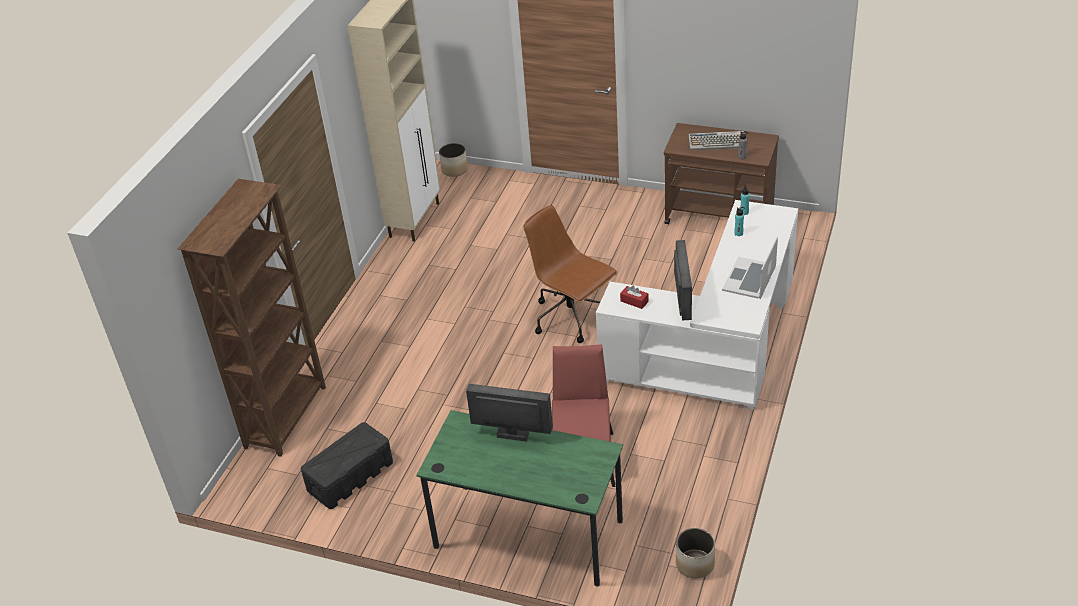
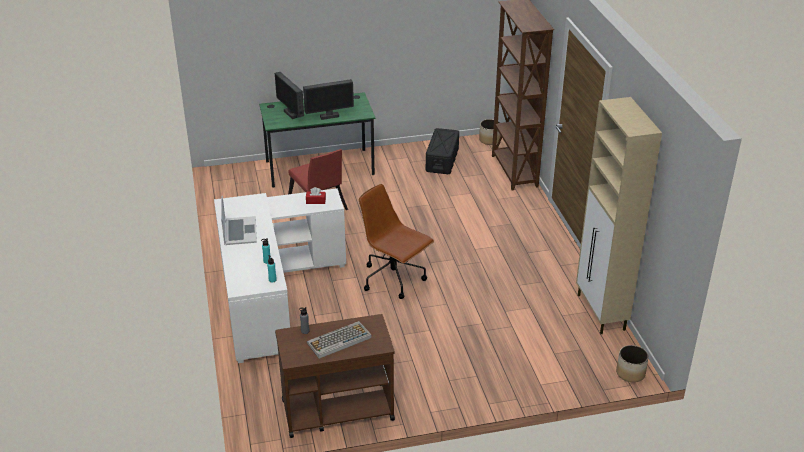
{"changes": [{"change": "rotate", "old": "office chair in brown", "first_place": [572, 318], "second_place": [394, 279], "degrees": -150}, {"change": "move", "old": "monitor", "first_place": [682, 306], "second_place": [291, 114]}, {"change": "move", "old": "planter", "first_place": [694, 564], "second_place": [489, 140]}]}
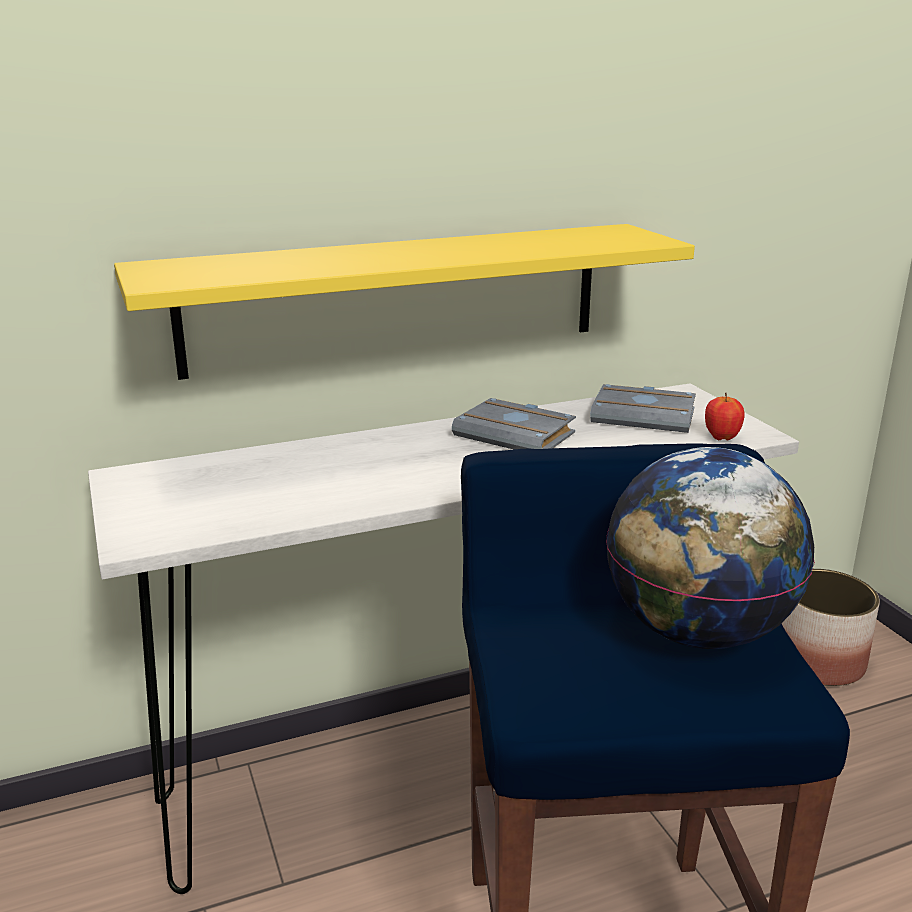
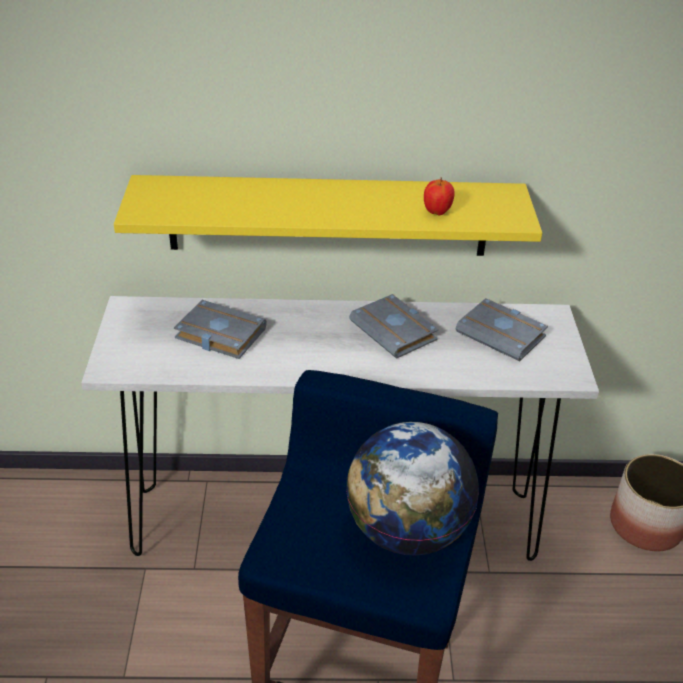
{"changes": [{"change": "move", "old": "apple", "first_place": [721, 438], "second_place": [437, 212]}, {"change": "insert", "new": "book in grey", "second_place": [218, 335]}]}
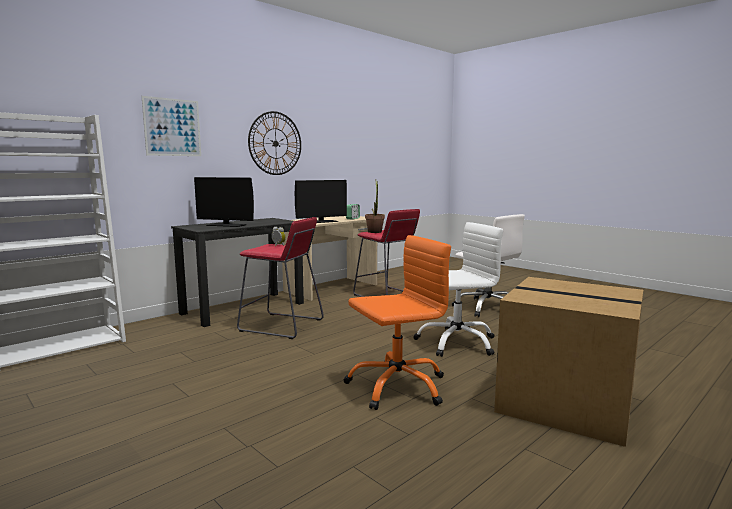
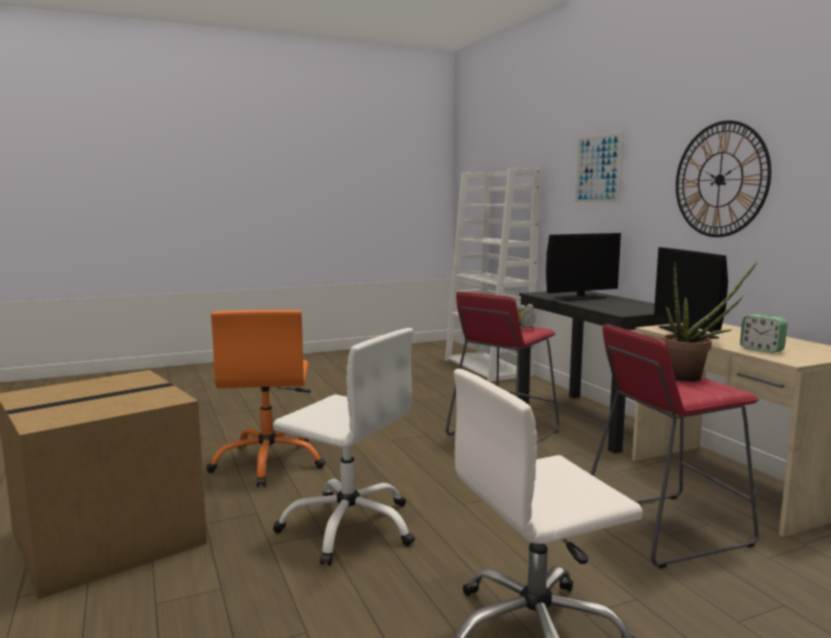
{"changes": [{"change": "rotate", "old": "monitor", "first_place": [226, 225], "second_place": [580, 298], "degrees": -150}, {"change": "rotate", "old": "office chair in white", "first_place": [456, 342], "second_place": [349, 526], "degrees": -60}]}
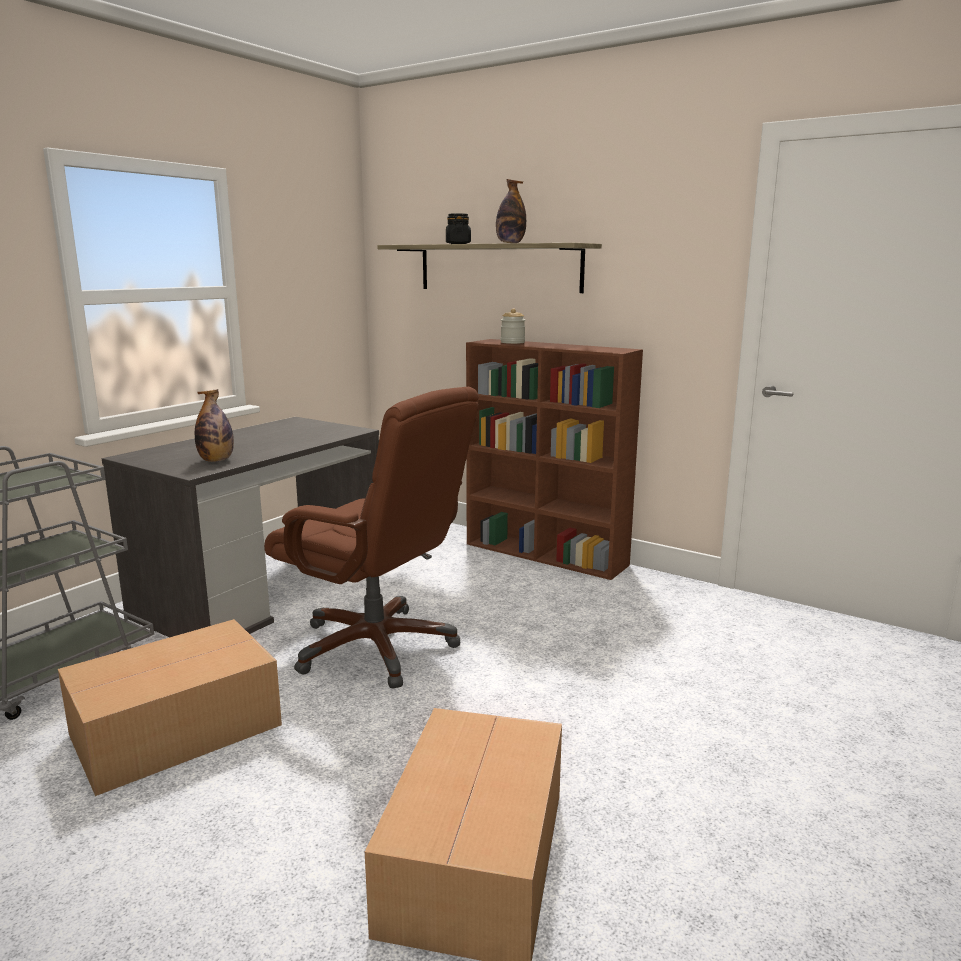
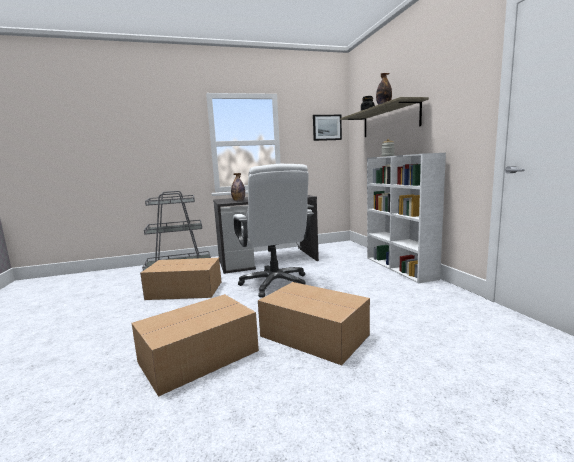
{"changes": [{"change": "recolor", "old": "office chair in brown", "new": "office chair in white", "first_place": [377, 647], "second_place": [275, 284]}, {"change": "recolor", "old": "bookcase in brown", "new": "bookcase in white", "first_place": [547, 554], "second_place": [400, 268]}, {"change": "insert", "new": "cardboard box", "second_place": [313, 334]}, {"change": "insert", "new": "picture", "second_place": [327, 127]}]}
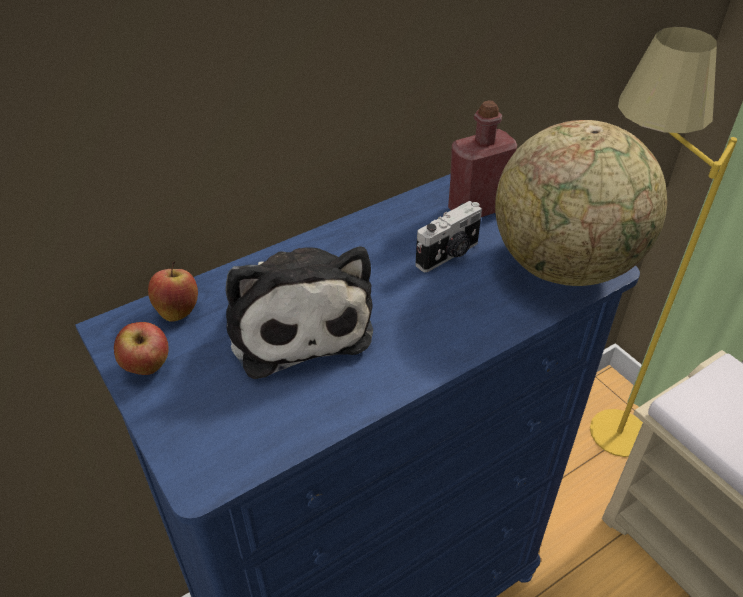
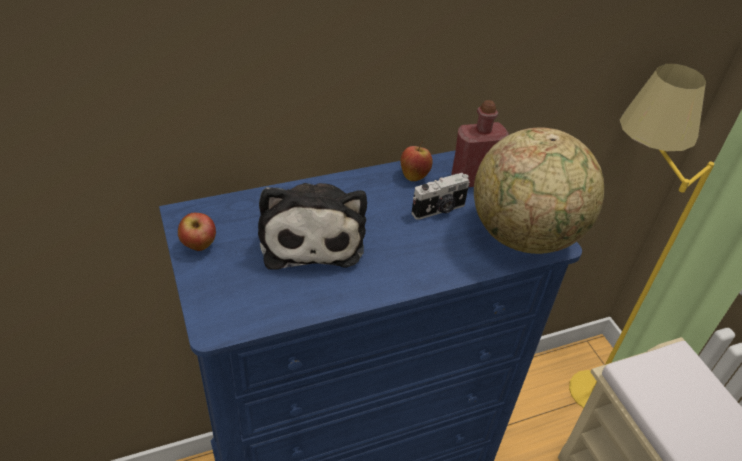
{"changes": [{"change": "move", "old": "apple", "first_place": [178, 310], "second_place": [414, 175]}]}
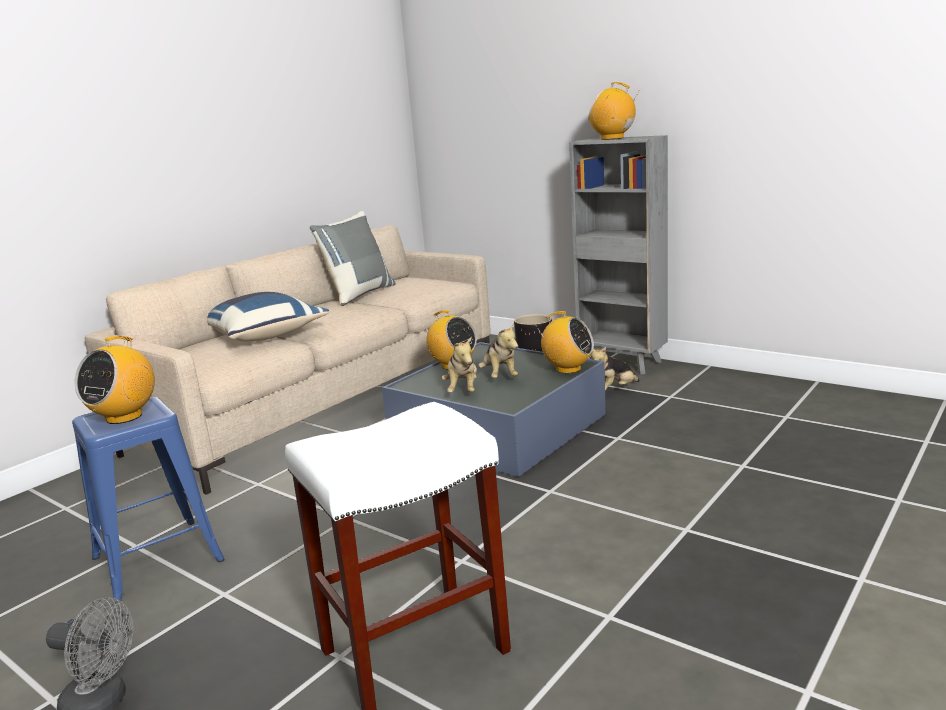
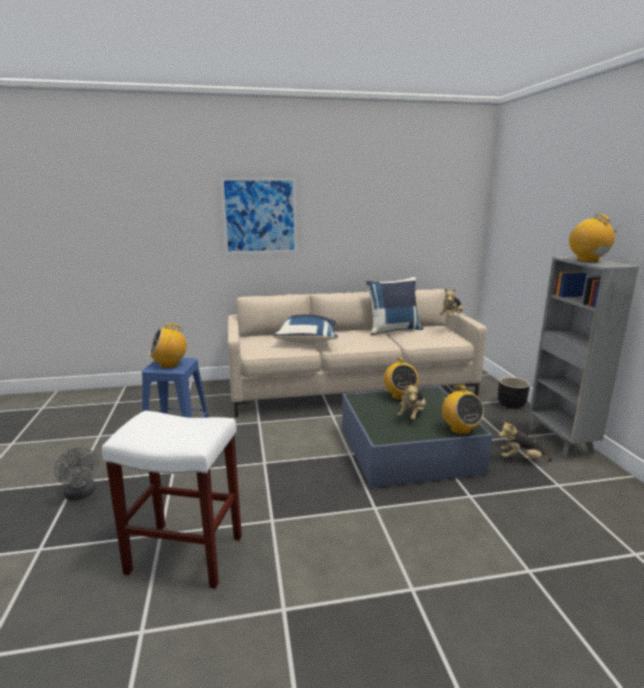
{"changes": [{"change": "recolor", "old": "pillow in grey", "new": "pillow in blue", "first_place": [358, 294], "second_place": [393, 330]}, {"change": "move", "old": "plush toy", "first_place": [463, 390], "second_place": [451, 317]}, {"change": "insert", "new": "picture", "second_place": [260, 216]}]}
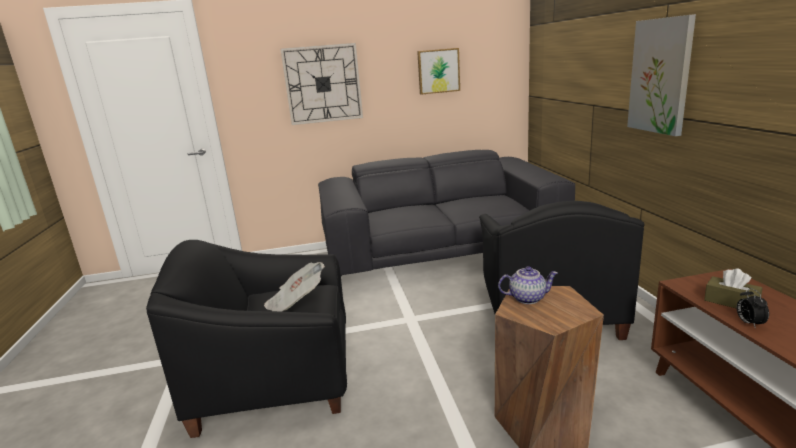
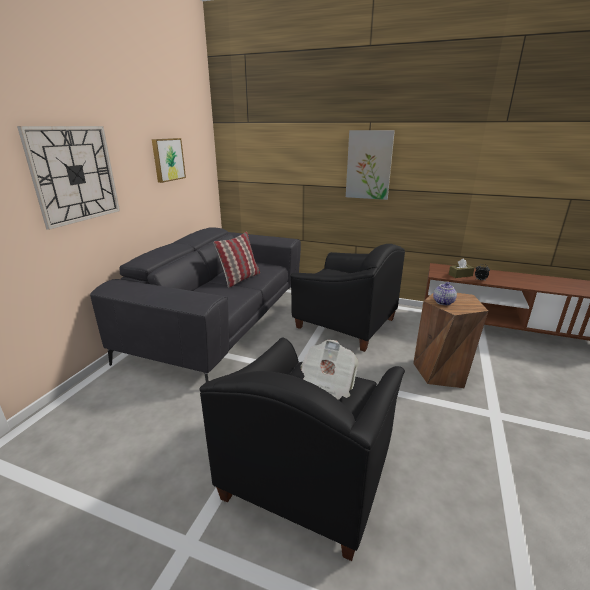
{"changes": [{"change": "insert", "new": "pillow", "second_place": [240, 279]}]}
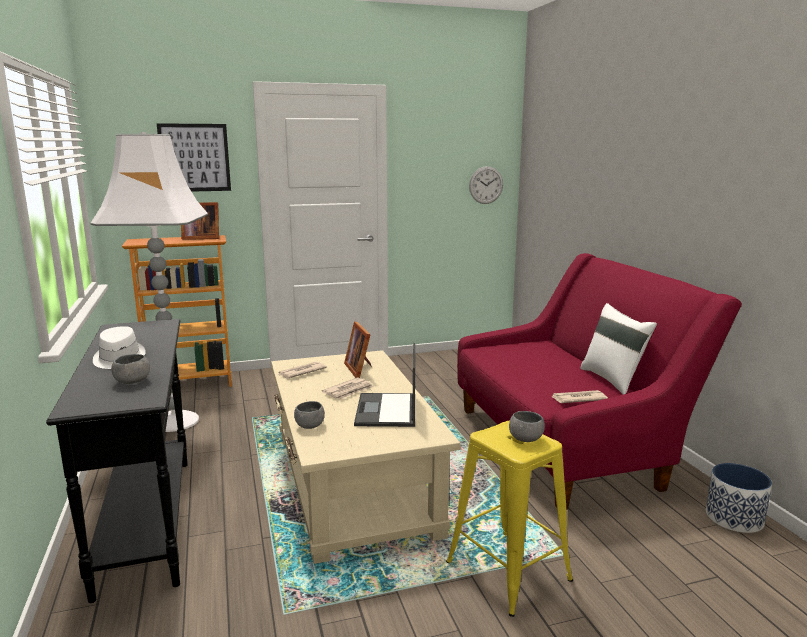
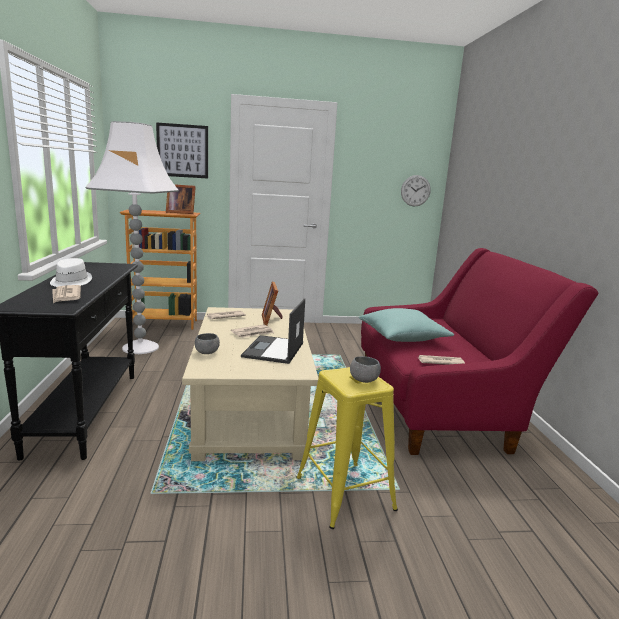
{"changes": [{"change": "replace", "old": "bowl in grey", "new": "newspaper", "first_place": [132, 381], "second_place": [66, 296]}, {"change": "delete", "old": "pillow in white", "first_place": [613, 380]}, {"change": "delete", "old": "planter", "first_place": [734, 518]}, {"change": "insert", "new": "pillow in turquoise", "second_place": [403, 337]}]}
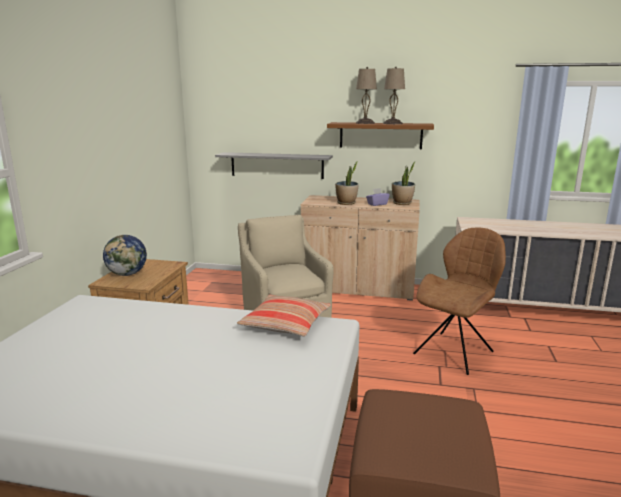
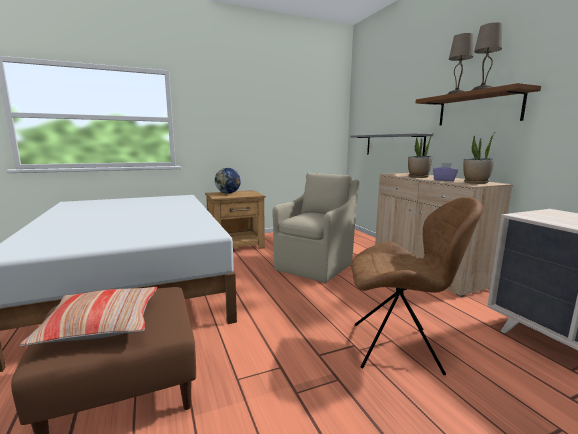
{"changes": [{"change": "move", "old": "pillow", "first_place": [285, 324], "second_place": [101, 325]}]}
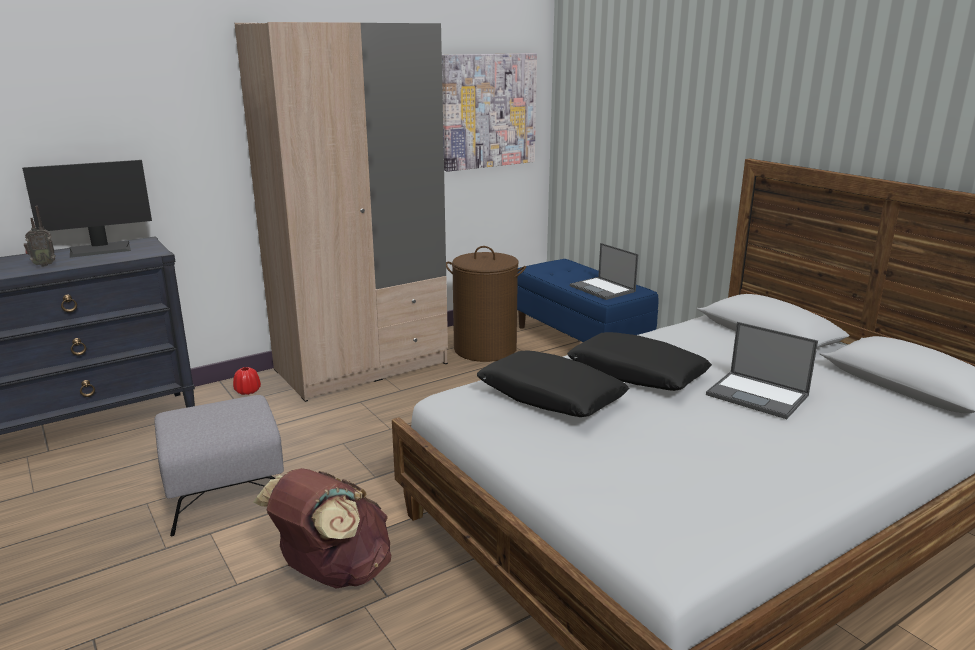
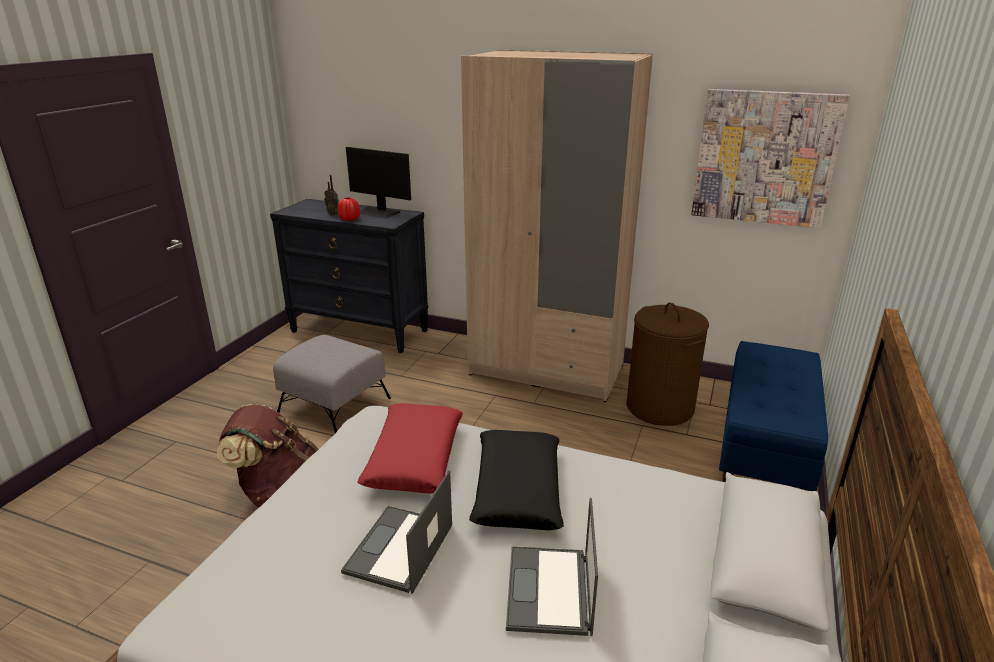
{"changes": [{"change": "move", "old": "vase in red", "first_place": [247, 391], "second_place": [349, 219]}, {"change": "recolor", "old": "pillow in black", "new": "pillow in red", "first_place": [550, 397], "second_place": [414, 458]}, {"change": "move", "old": "laptop", "first_place": [603, 289], "second_place": [399, 549]}]}
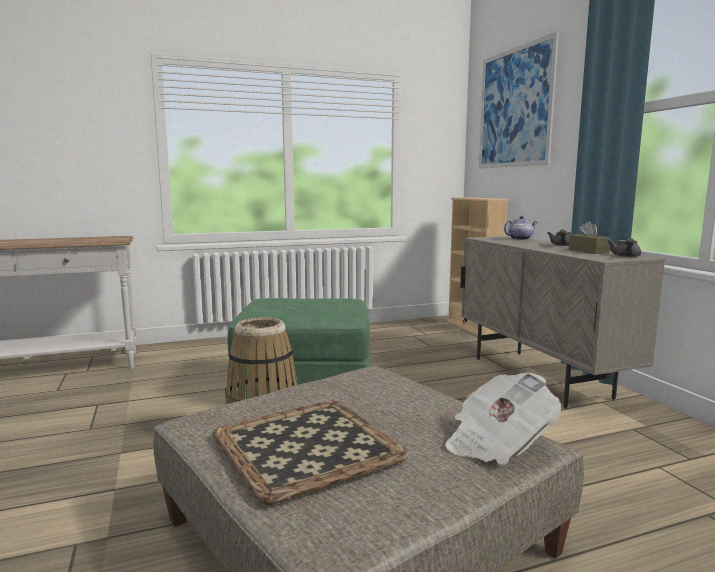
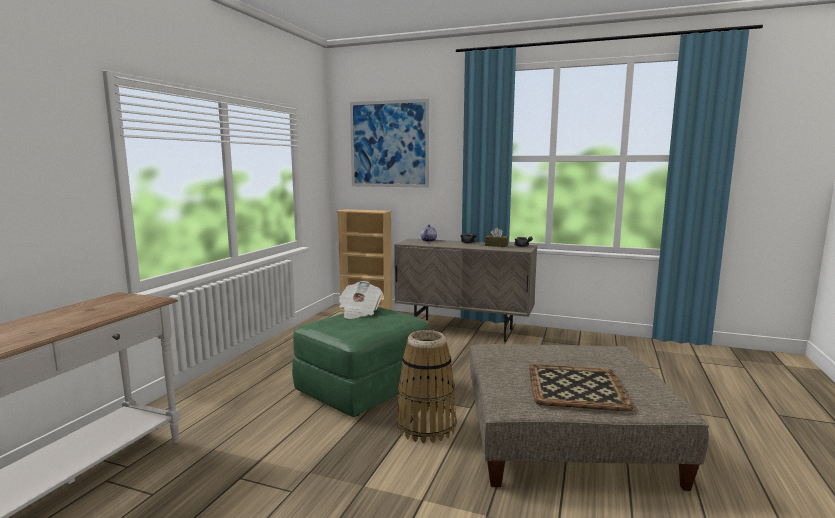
{"changes": [{"change": "move", "old": "newspaper", "first_place": [497, 443], "second_place": [359, 312]}]}
